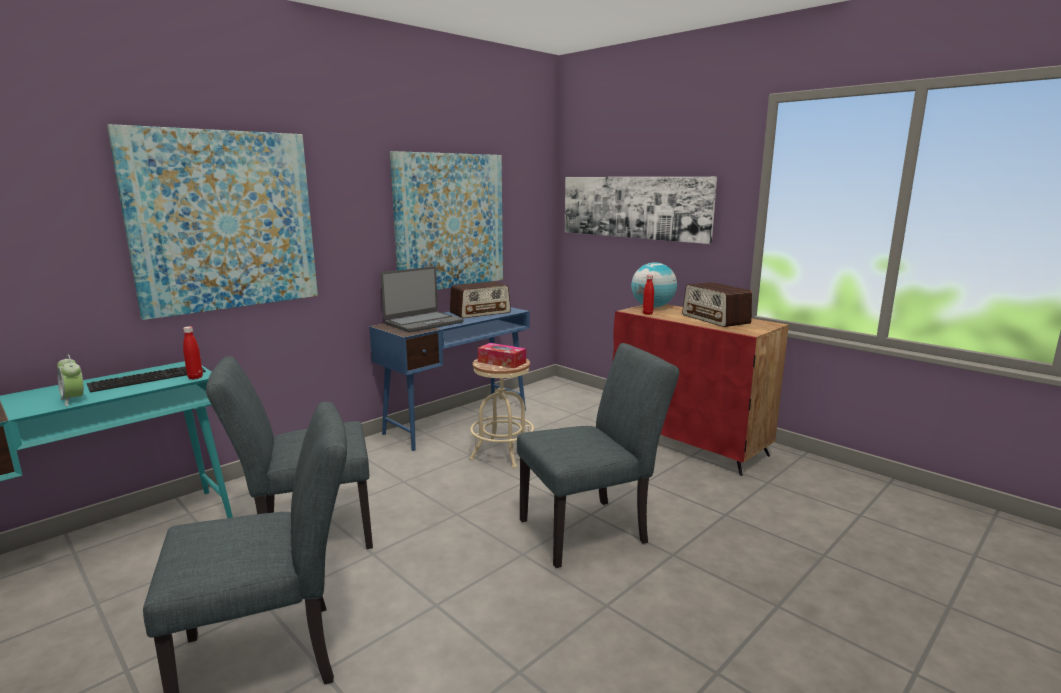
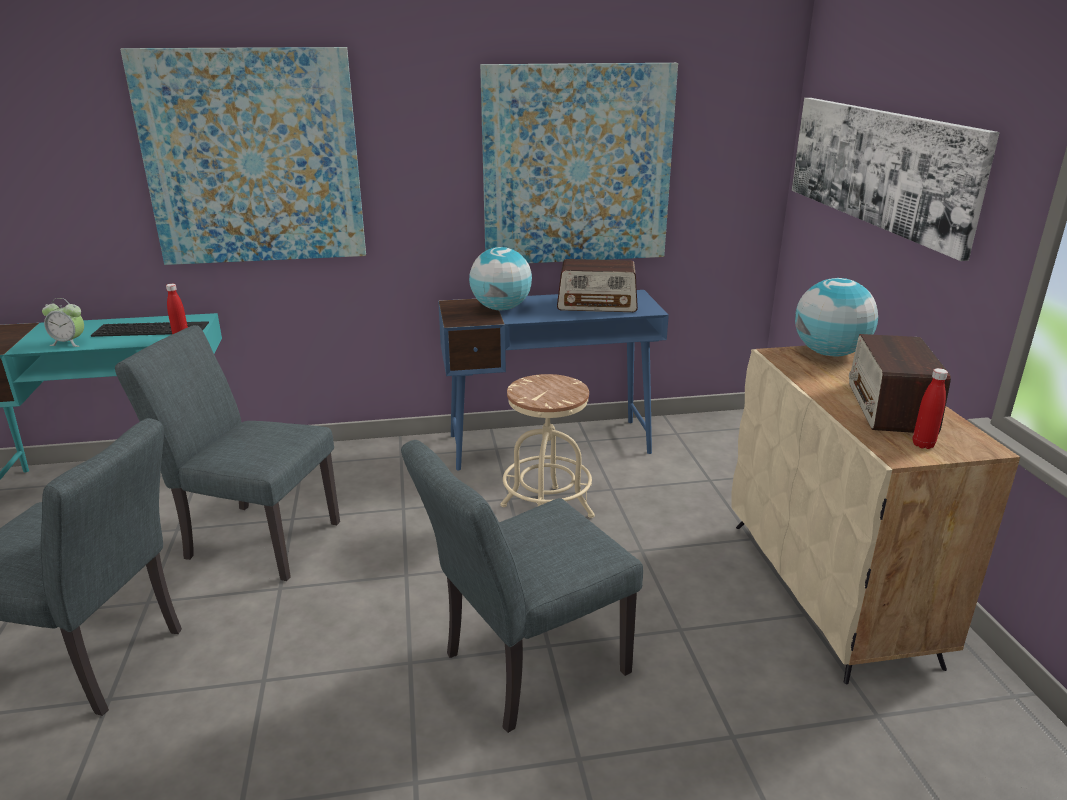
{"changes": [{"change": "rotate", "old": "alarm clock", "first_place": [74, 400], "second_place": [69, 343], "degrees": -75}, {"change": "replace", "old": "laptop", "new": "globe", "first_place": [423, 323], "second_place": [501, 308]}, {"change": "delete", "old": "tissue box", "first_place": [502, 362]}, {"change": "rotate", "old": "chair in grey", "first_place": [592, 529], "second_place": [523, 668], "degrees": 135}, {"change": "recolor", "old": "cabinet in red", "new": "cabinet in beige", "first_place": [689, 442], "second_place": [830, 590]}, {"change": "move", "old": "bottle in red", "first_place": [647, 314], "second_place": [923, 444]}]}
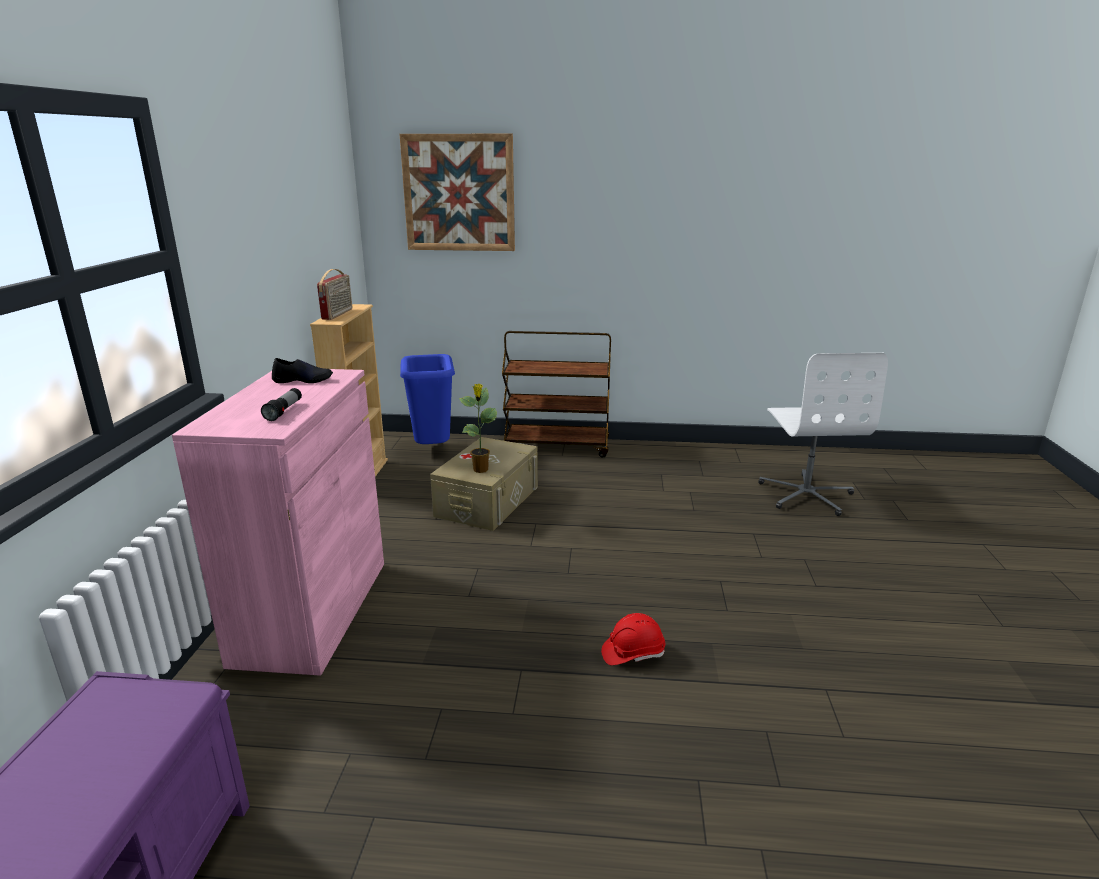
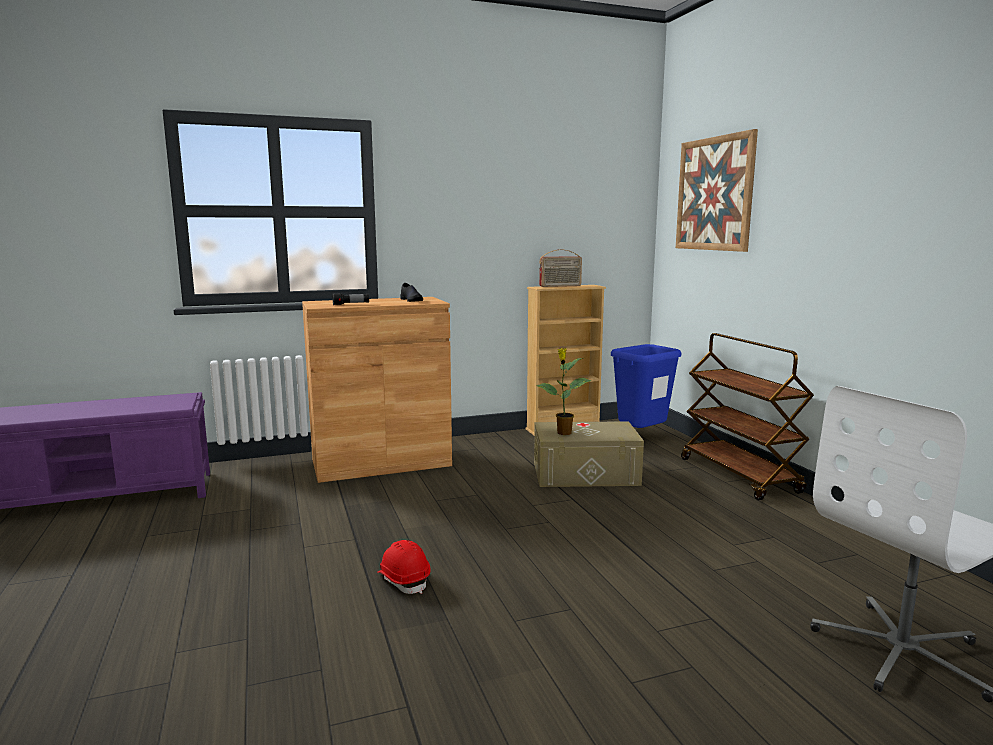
{"changes": [{"change": "recolor", "old": "cabinet in pink", "new": "cabinet in brown", "first_place": [312, 610], "second_place": [381, 463]}]}
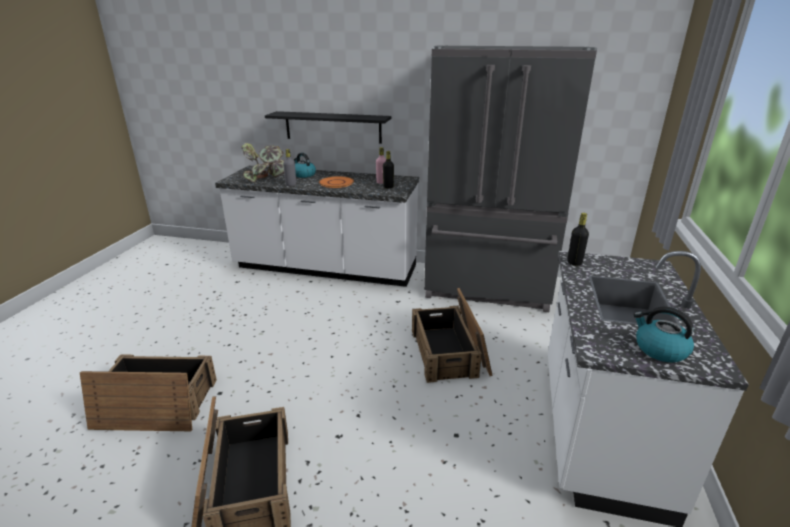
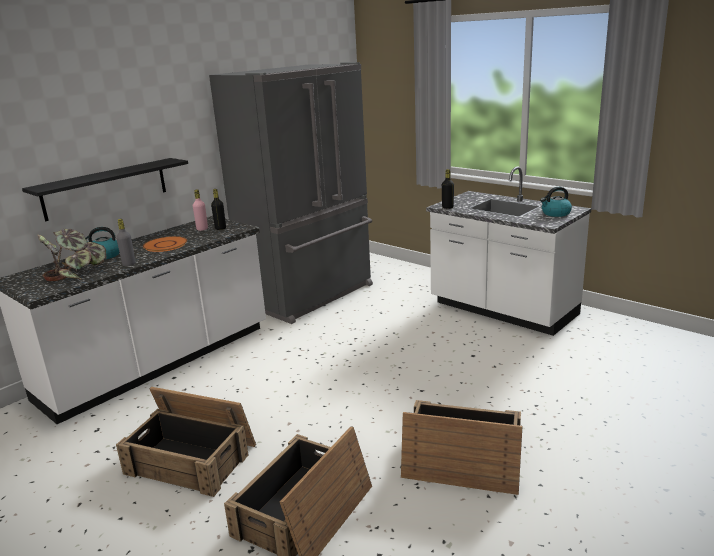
{"changes": [{"change": "move", "old": "crate", "first_place": [450, 352], "second_place": [192, 458]}]}
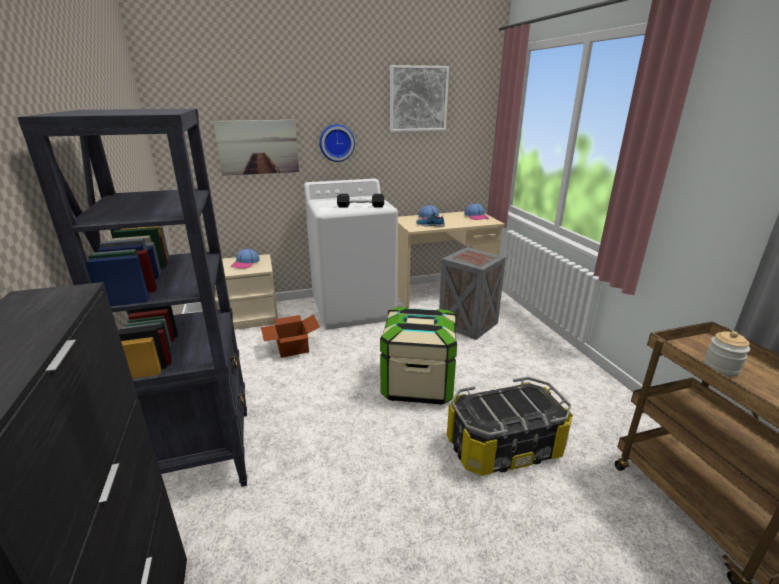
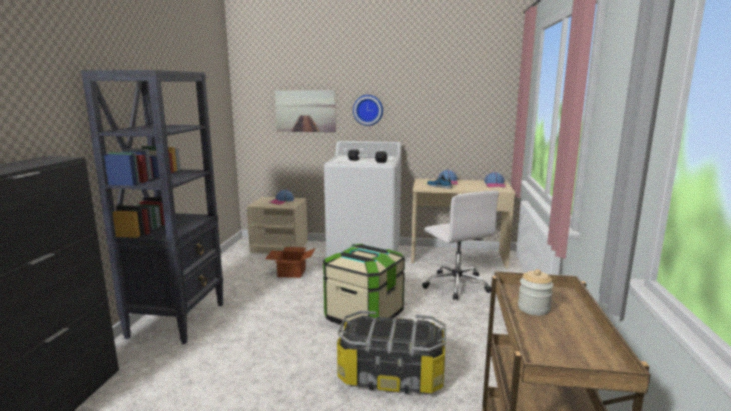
{"changes": [{"change": "delete", "old": "picture", "first_place": [418, 99]}, {"change": "replace", "old": "crate", "new": "office chair in white", "first_place": [468, 324], "second_place": [456, 285]}]}
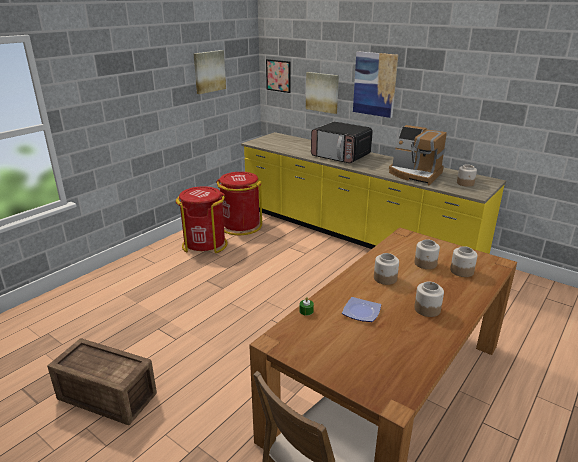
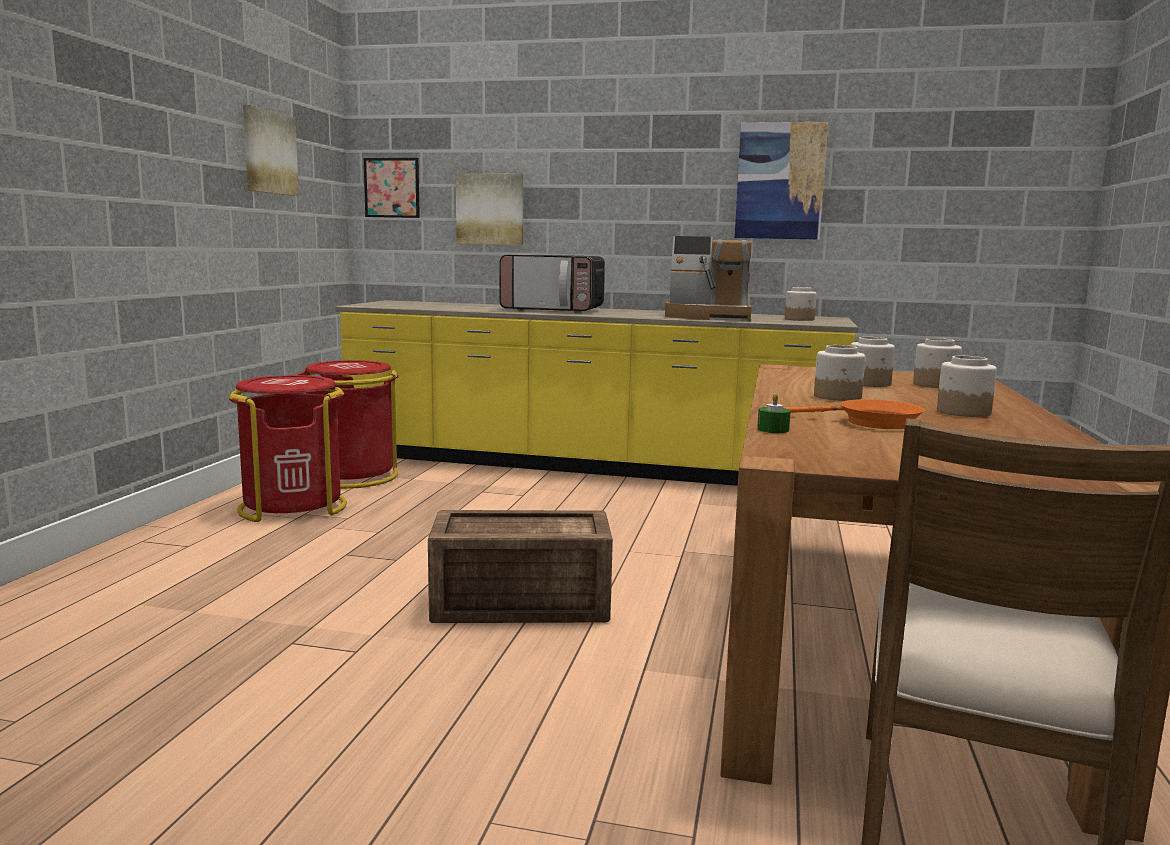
{"changes": [{"change": "move", "old": "crate", "first_place": [107, 395], "second_place": [518, 603]}, {"change": "replace", "old": "plate", "new": "frying pan in orange", "first_place": [361, 312], "second_place": [871, 423]}, {"change": "move", "old": "picture", "first_place": [375, 84], "second_place": [780, 181]}]}
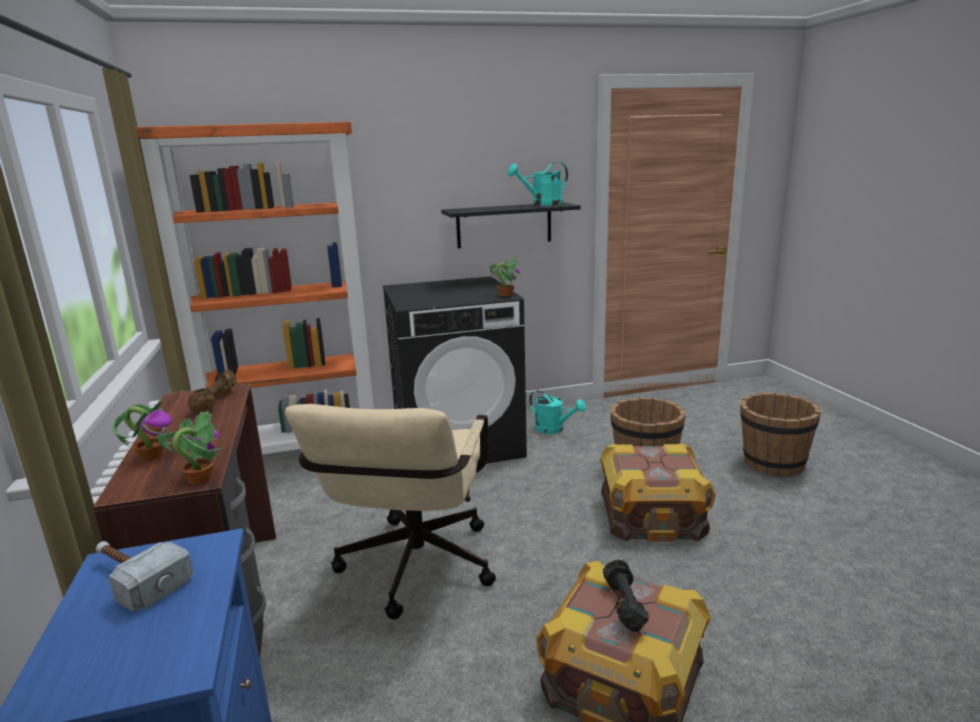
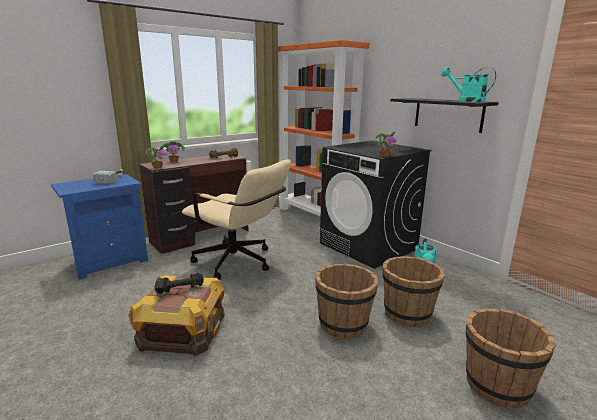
{"changes": [{"change": "rotate", "old": "office chair in beige", "first_place": [413, 573], "second_place": [239, 263], "degrees": -135}, {"change": "replace", "old": "crate", "new": "bucket in brown", "first_place": [652, 515], "second_place": [343, 324]}]}
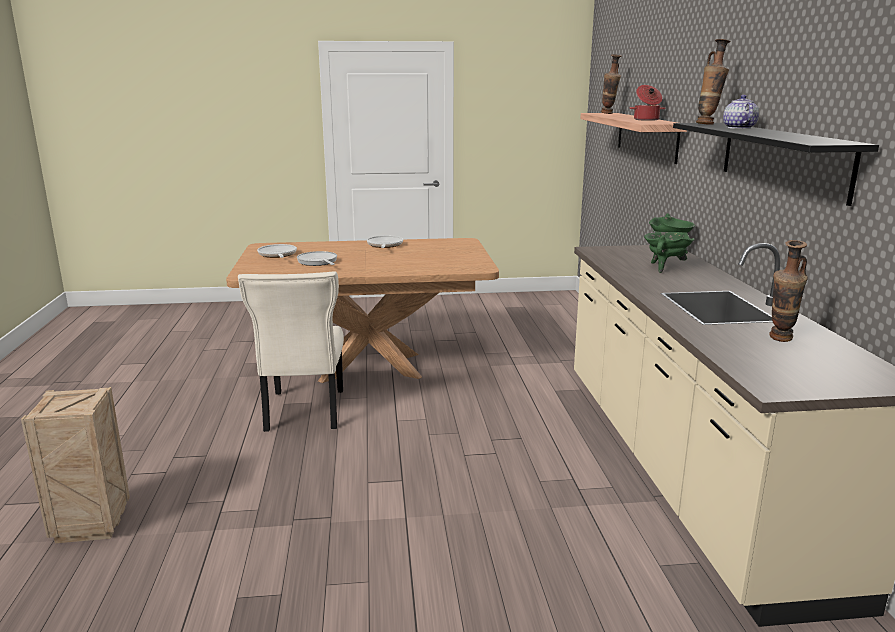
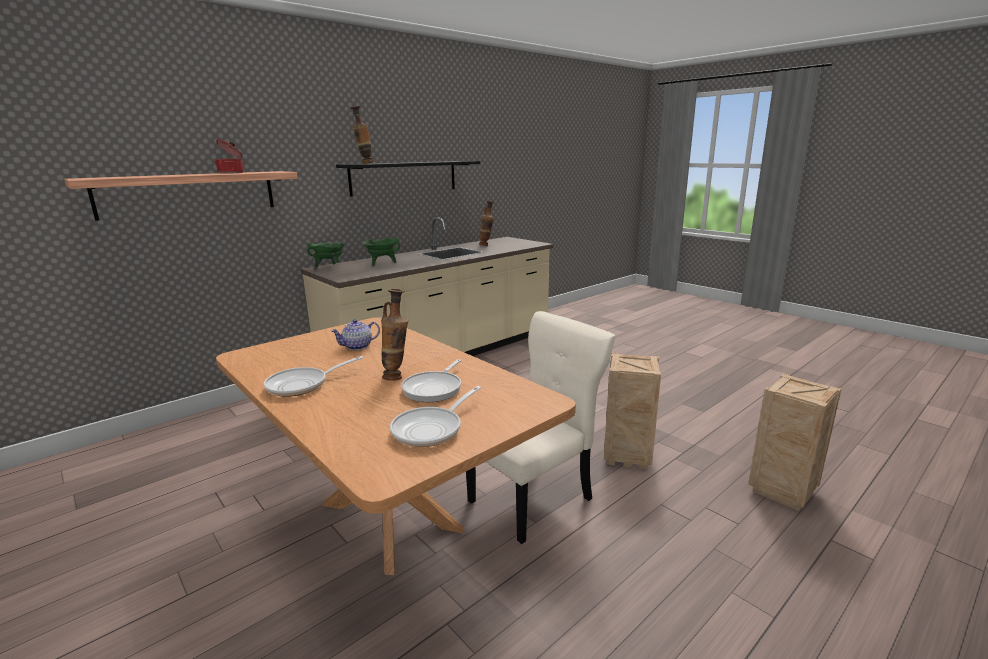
{"changes": [{"change": "move", "old": "vase", "first_place": [609, 113], "second_place": [397, 377]}, {"change": "move", "old": "teapot", "first_place": [738, 128], "second_place": [358, 346]}, {"change": "insert", "new": "crate", "second_place": [628, 456]}]}
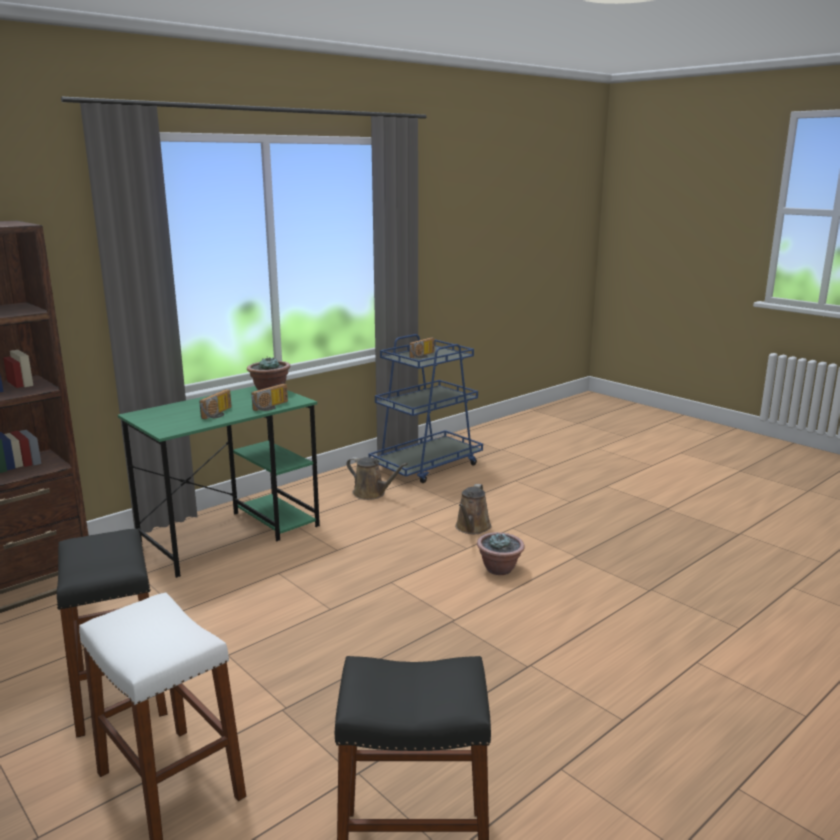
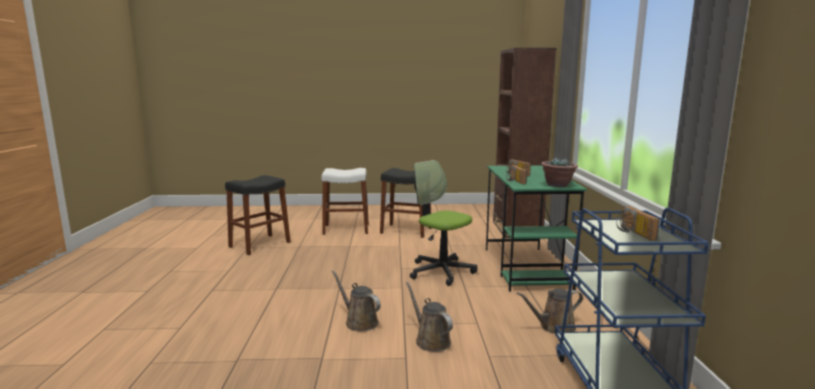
{"changes": [{"change": "replace", "old": "potted plant", "new": "watering can in brown", "first_place": [499, 569], "second_place": [359, 322]}, {"change": "insert", "new": "office chair", "second_place": [441, 271]}]}
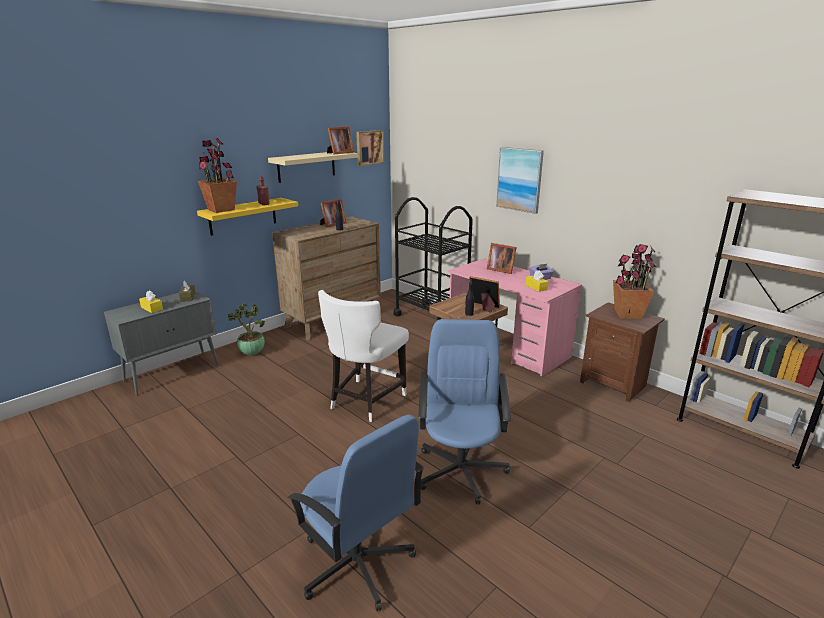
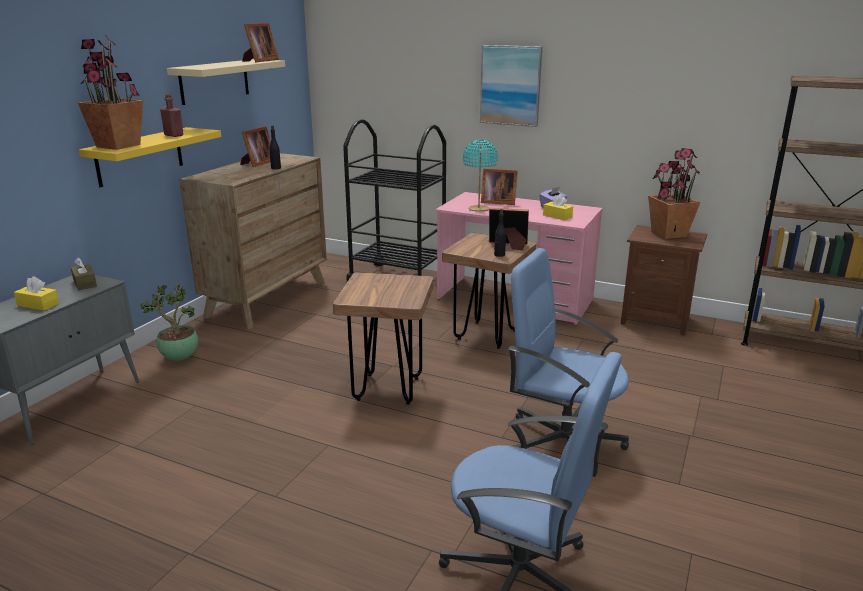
{"changes": [{"change": "replace", "old": "chair in white", "new": "stool in brown", "first_place": [365, 401], "second_place": [387, 389]}, {"change": "delete", "old": "picture", "first_place": [369, 147]}, {"change": "rotate", "old": "office chair in blue", "first_place": [461, 470], "second_place": [562, 441], "degrees": -45}, {"change": "insert", "new": "table lamp in turquoise", "second_place": [478, 209]}]}
